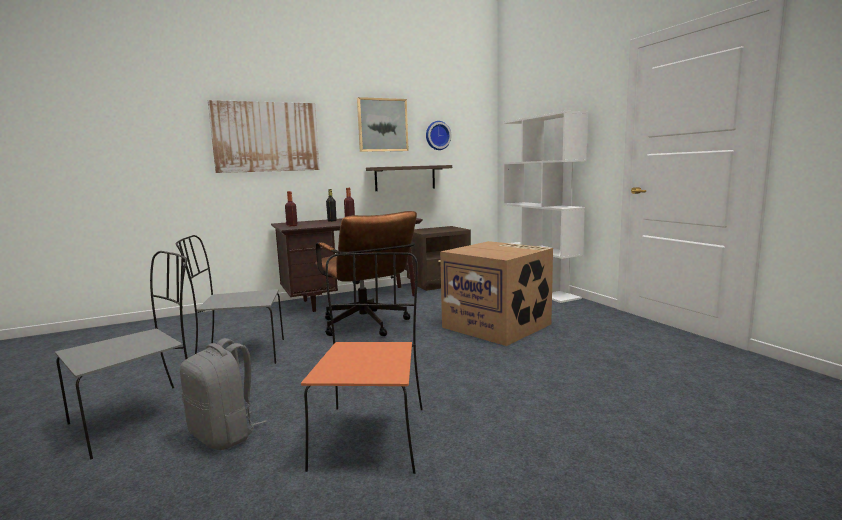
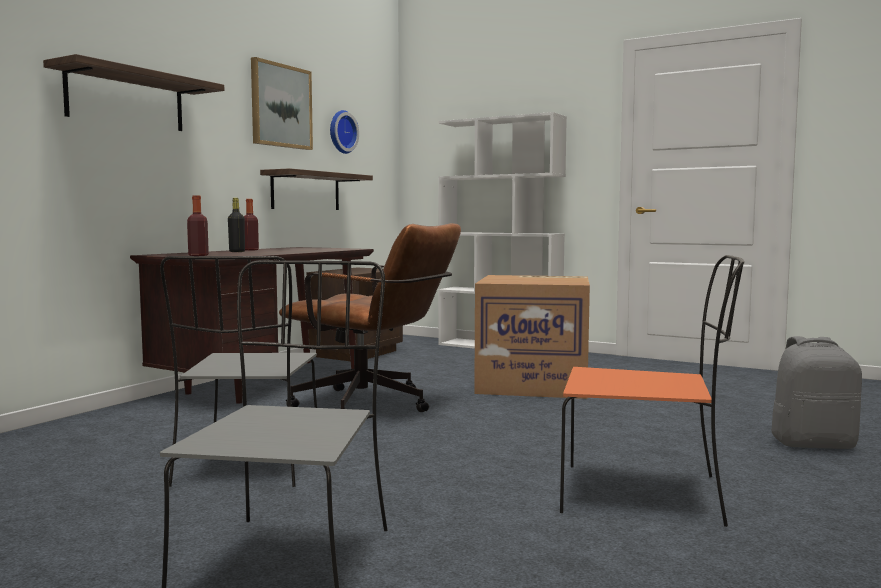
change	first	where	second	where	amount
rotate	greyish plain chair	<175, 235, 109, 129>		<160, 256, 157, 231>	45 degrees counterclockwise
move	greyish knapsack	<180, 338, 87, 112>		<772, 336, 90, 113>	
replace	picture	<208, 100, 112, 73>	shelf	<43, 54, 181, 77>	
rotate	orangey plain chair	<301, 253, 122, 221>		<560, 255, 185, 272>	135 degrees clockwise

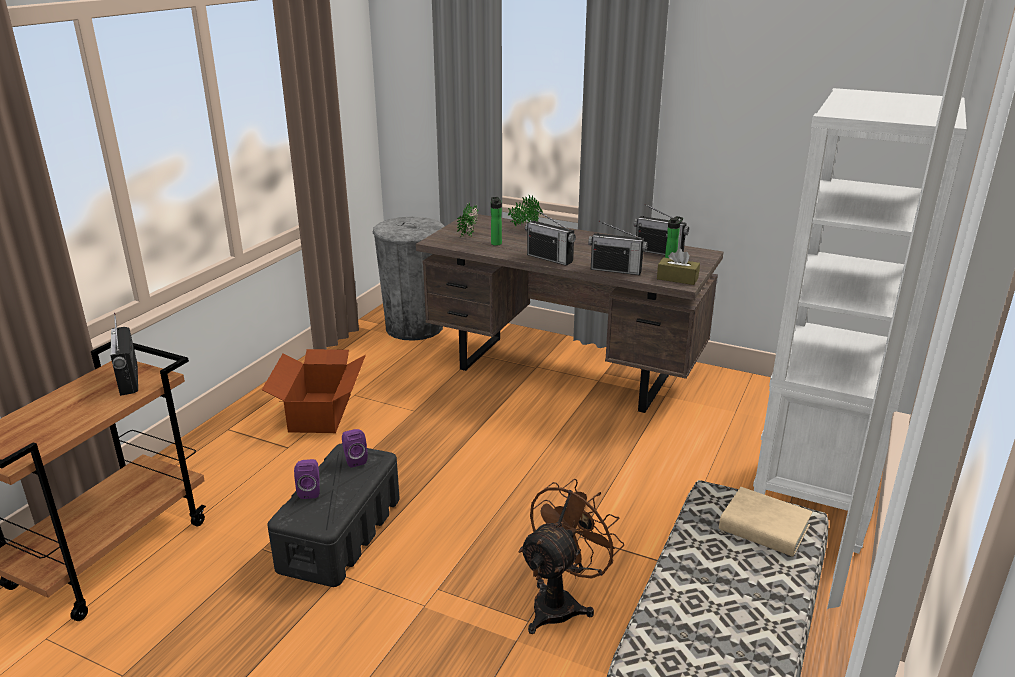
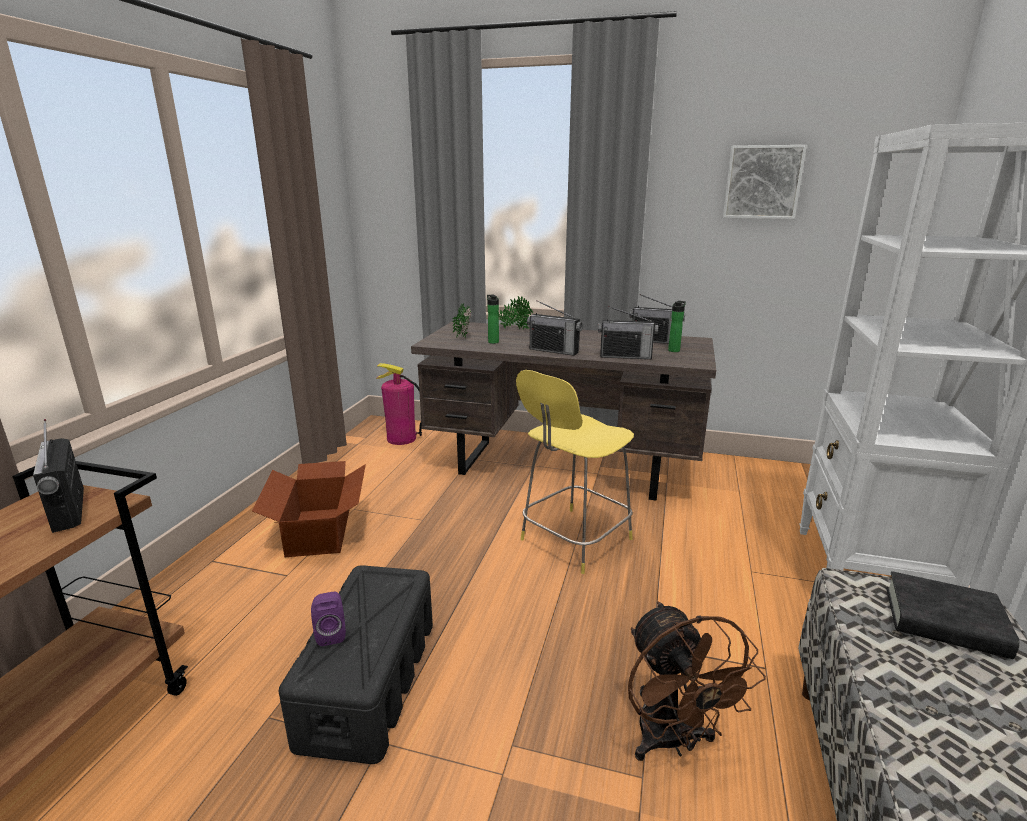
change	first	where	second	where	amount
delete	purplish speaker	<342, 429, 26, 39>			
replace	greyish waste bin	<373, 217, 72, 124>	fire extinguisher	<376, 363, 46, 82>	
rotate	brown fan	<519, 479, 105, 155>		<628, 601, 138, 160>	135 degrees clockwise
delete	brown tissue holder	<657, 249, 43, 36>			
recolor	sand-coloured volume	<719, 487, 94, 70>	black volume	<886, 571, 134, 88>	
insert			yellowish stool	<516, 370, 118, 204>	
insert			picture	<723, 145, 84, 74>	

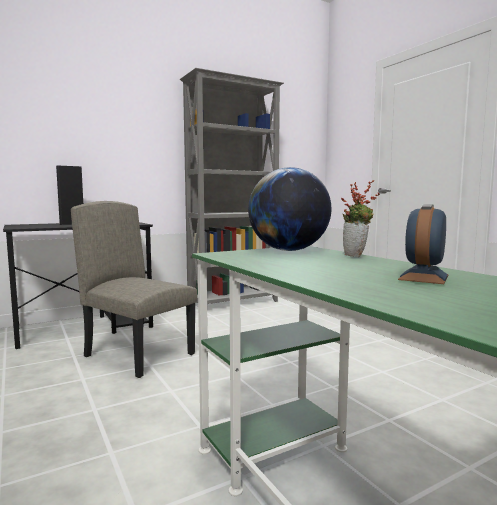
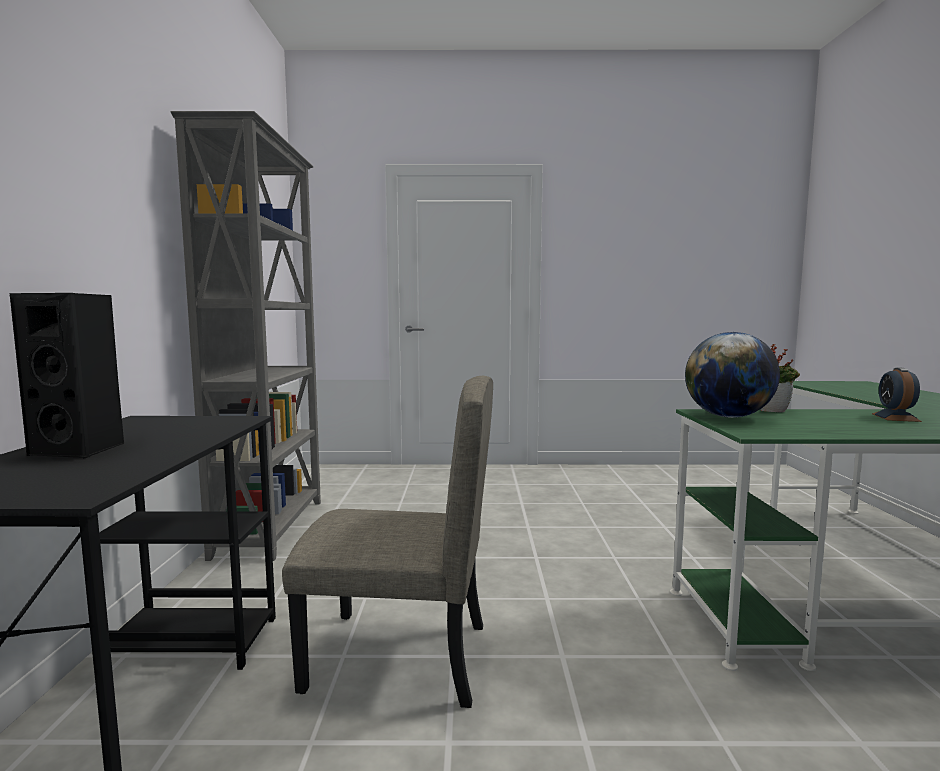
change	first	where	second	where	amount
rotate	sand-coloured plain chair	<71, 201, 126, 177>		<282, 376, 211, 332>	150 degrees counterclockwise
rotate	bedside clock	<398, 204, 50, 80>		<872, 368, 50, 54>	45 degrees clockwise

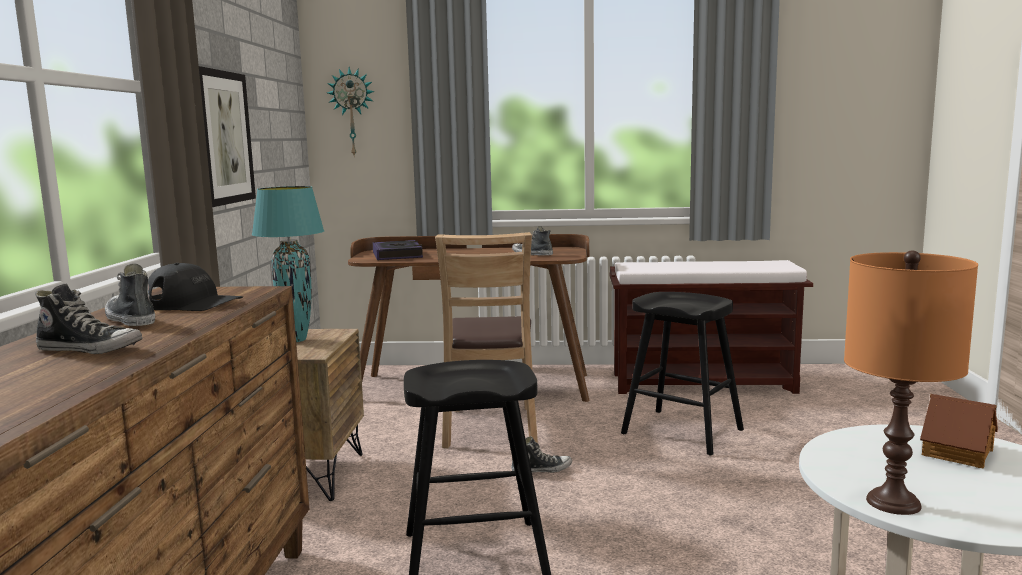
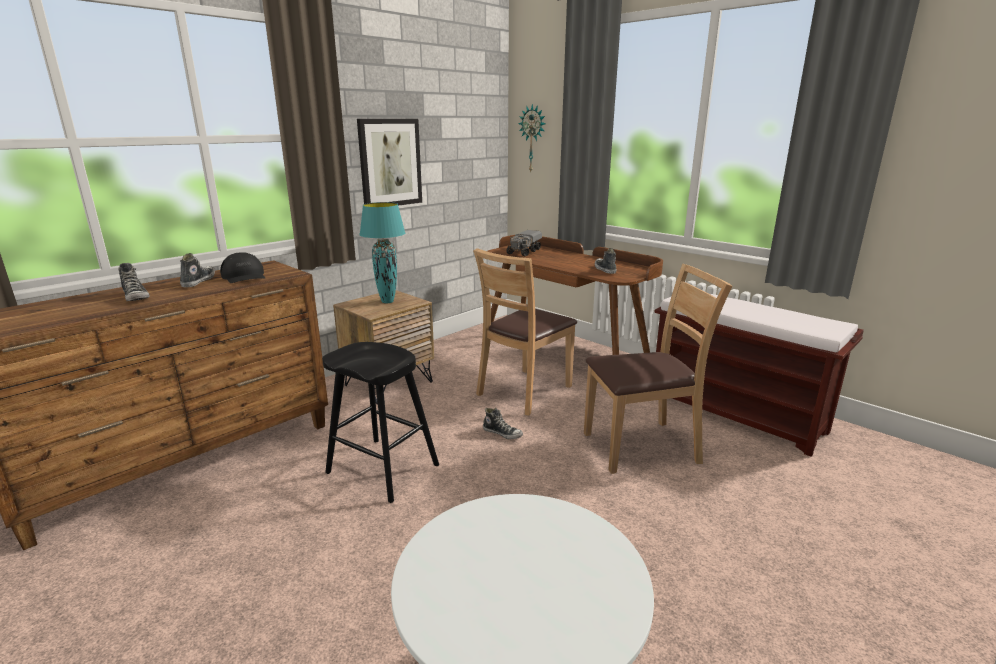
change	first	where	second	where	amount
replace	volume	<372, 240, 51, 20>	toy lorry	<506, 230, 36, 26>	
replace	black stool	<621, 292, 123, 164>	brown plain chair	<584, 264, 149, 210>	
delete	orangey table lamp	<844, 250, 134, 265>			
delete	toy house	<920, 394, 78, 74>			

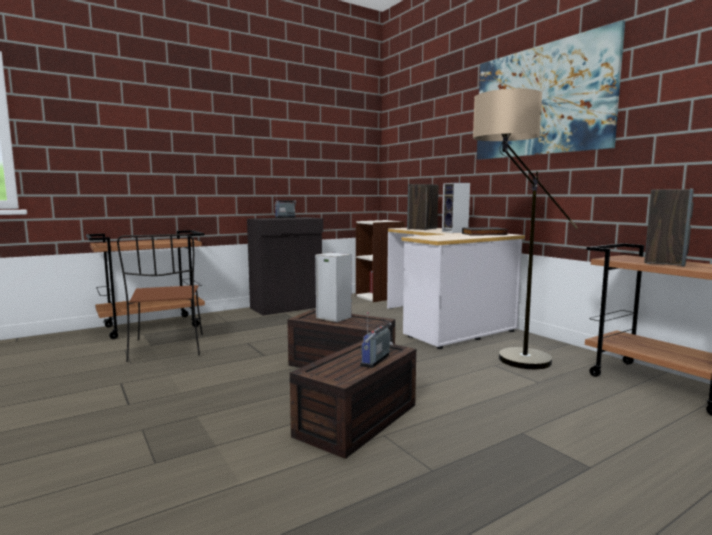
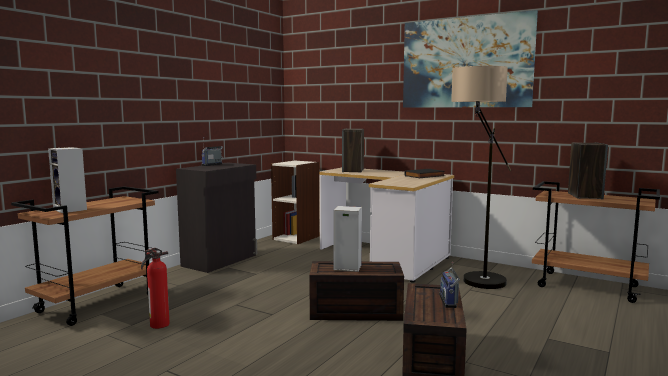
change	first	where	second	where	amount
replace	brown plain chair	<117, 234, 86, 128>	fire extinguisher	<141, 248, 29, 81>	
move	speaker	<442, 183, 28, 50>		<48, 147, 39, 66>	

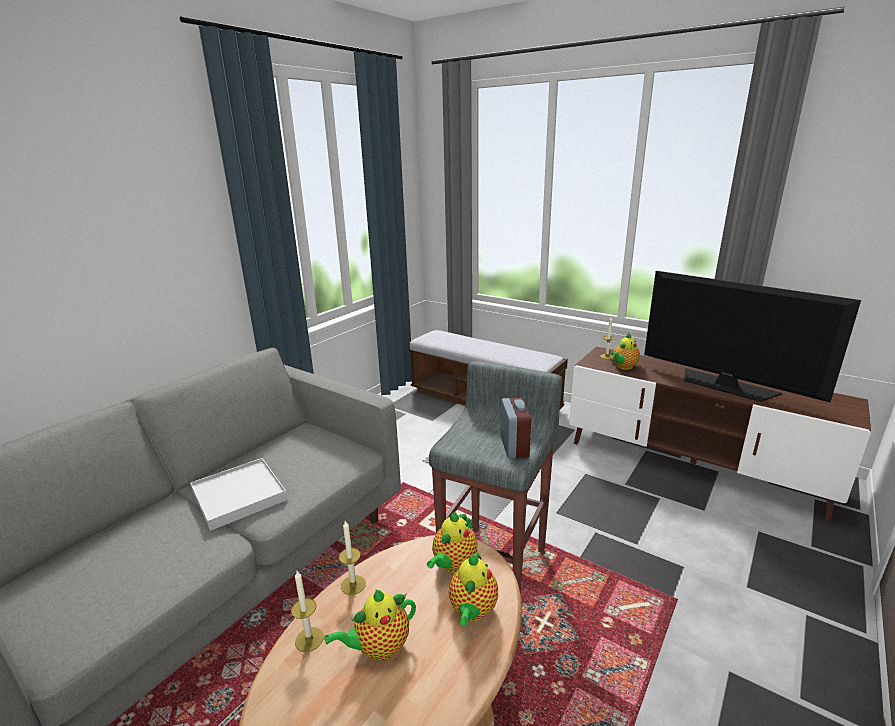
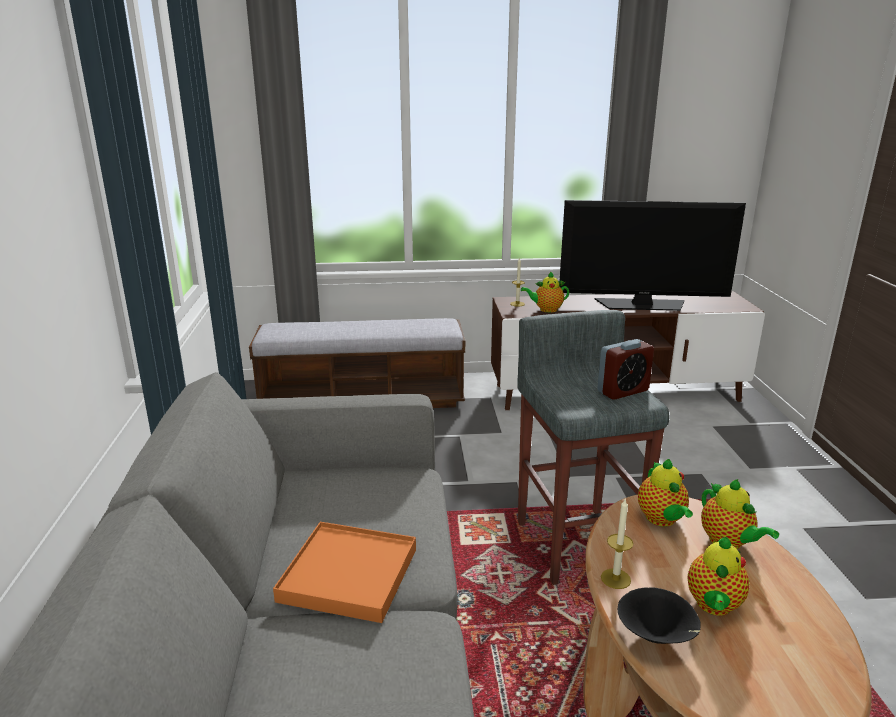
change	first	where	second	where	amount
recolor	whitish tray	<190, 458, 97, 73>	orangey tray	<273, 522, 143, 101>	
replace	wax light	<291, 571, 32, 81>	black deep dish	<618, 587, 83, 57>	
rotate	bedside clock	<500, 397, 31, 61>		<597, 339, 57, 61>	105 degrees clockwise
rotate	teapot	<611, 332, 29, 38>		<521, 271, 48, 41>	75 degrees clockwise

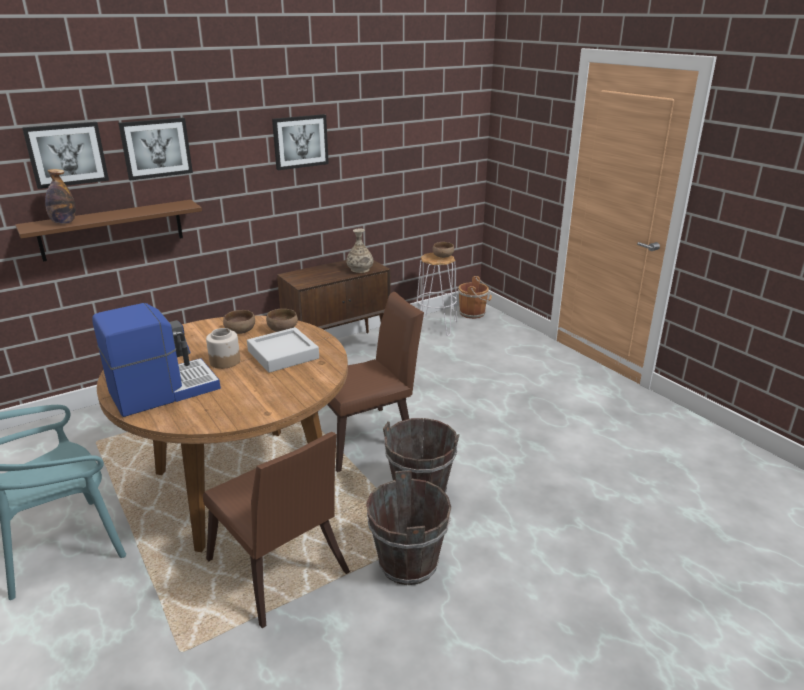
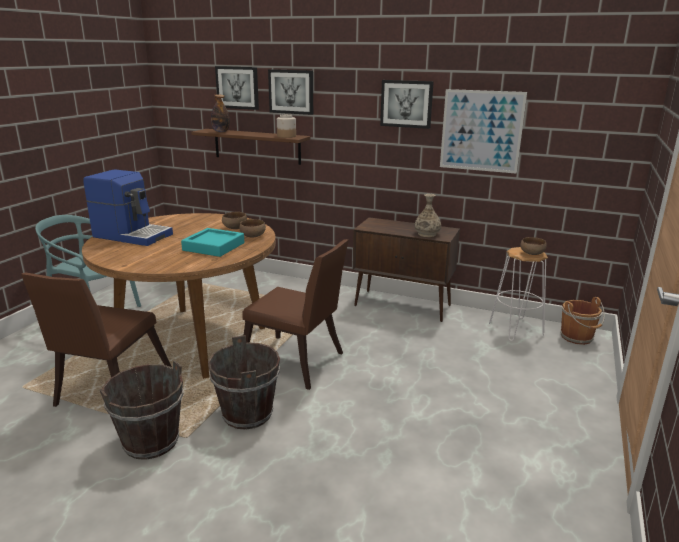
change	first	where	second	where	amount
move	jar	<206, 328, 34, 41>		<277, 114, 19, 24>	
recolor	greyish tray	<247, 327, 72, 46>	turquoise tray	<181, 228, 63, 29>	
insert			picture	<440, 89, 87, 85>	

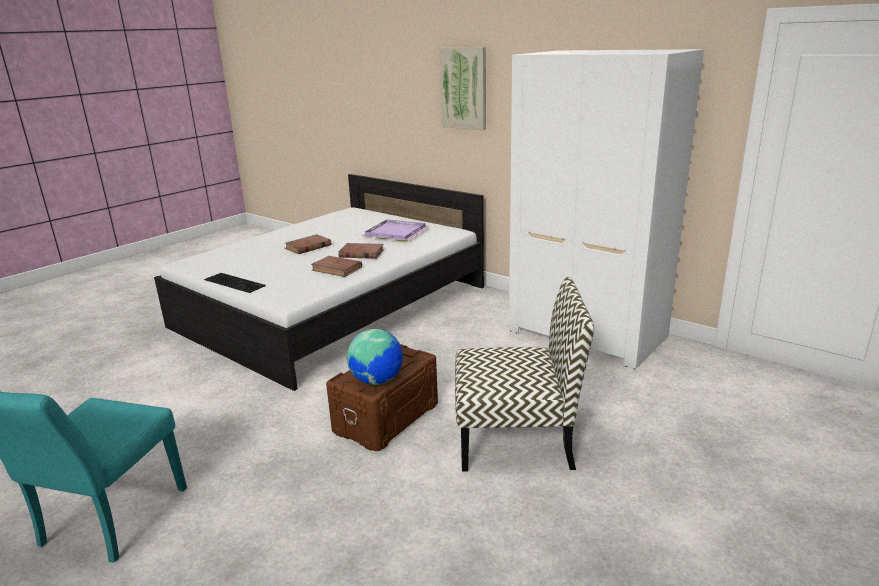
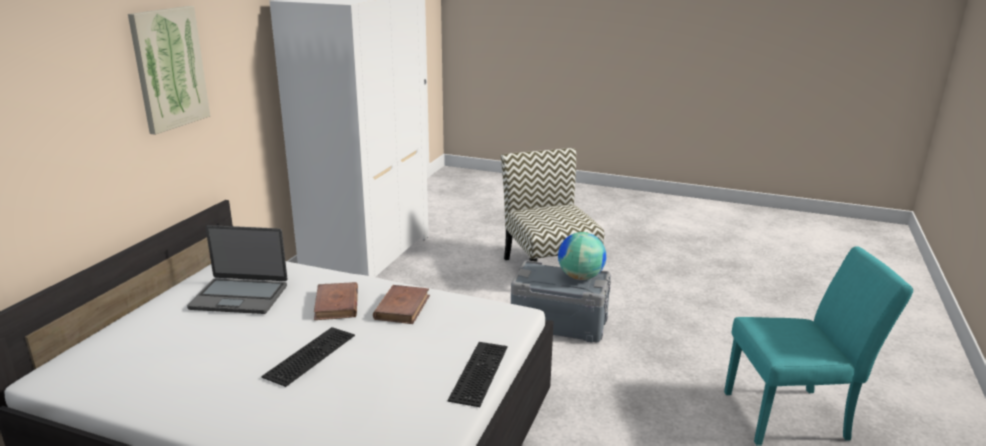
change	first	where	second	where	amount
replace	brown volume	<285, 234, 46, 20>	PC keyboard	<261, 327, 94, 60>	
recolor	brown storage container	<326, 344, 112, 107>	greyish storage container	<511, 260, 100, 83>	
replace	purplish tray	<361, 220, 68, 22>	laptop	<187, 225, 100, 89>	

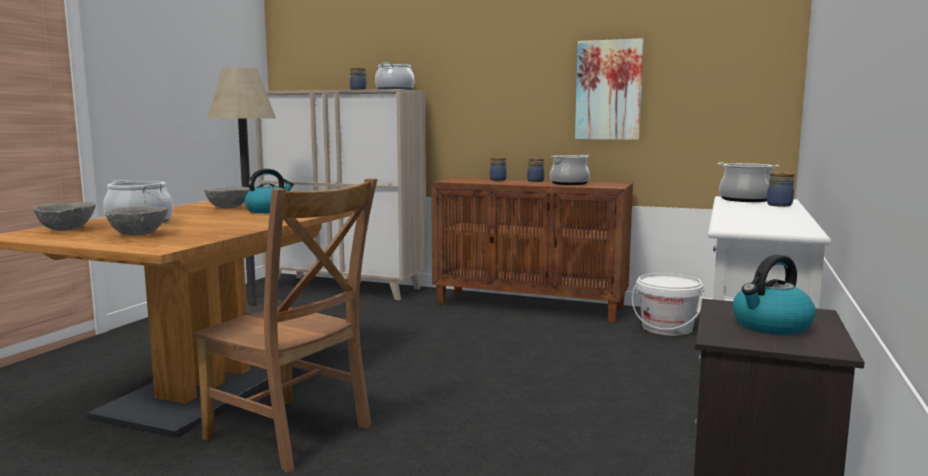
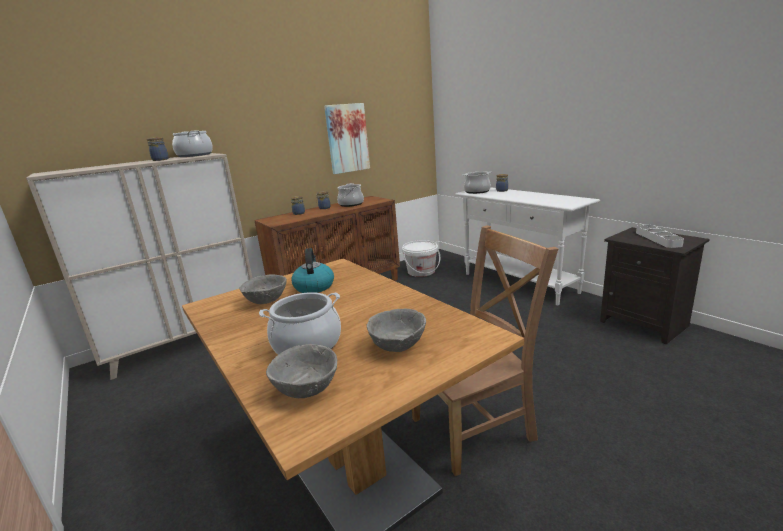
change	first	where	second	where	amount
delete	standard lamp	<208, 68, 74, 247>			
replace	kettle	<733, 254, 83, 81>	greyish tray	<636, 225, 48, 23>	

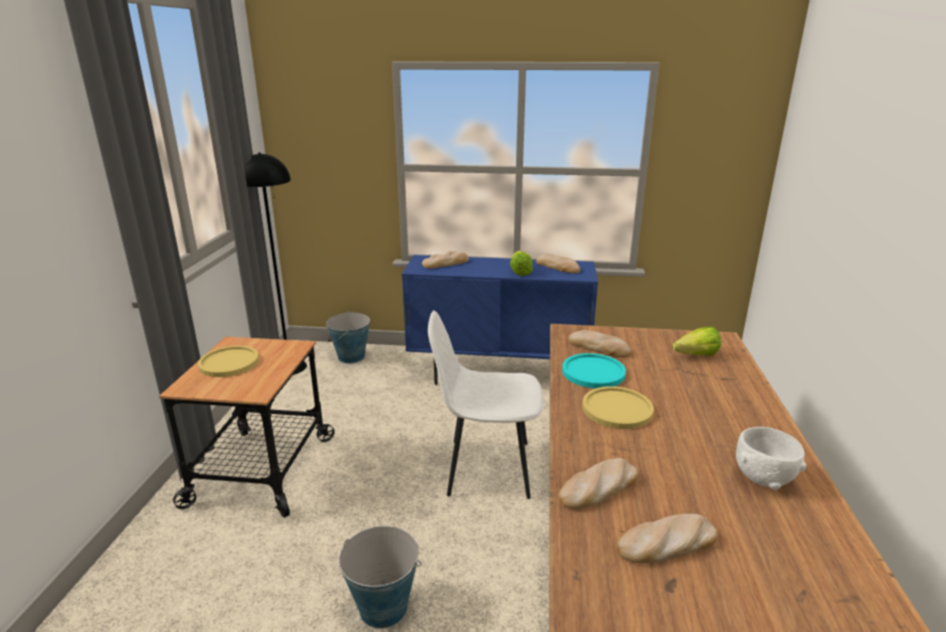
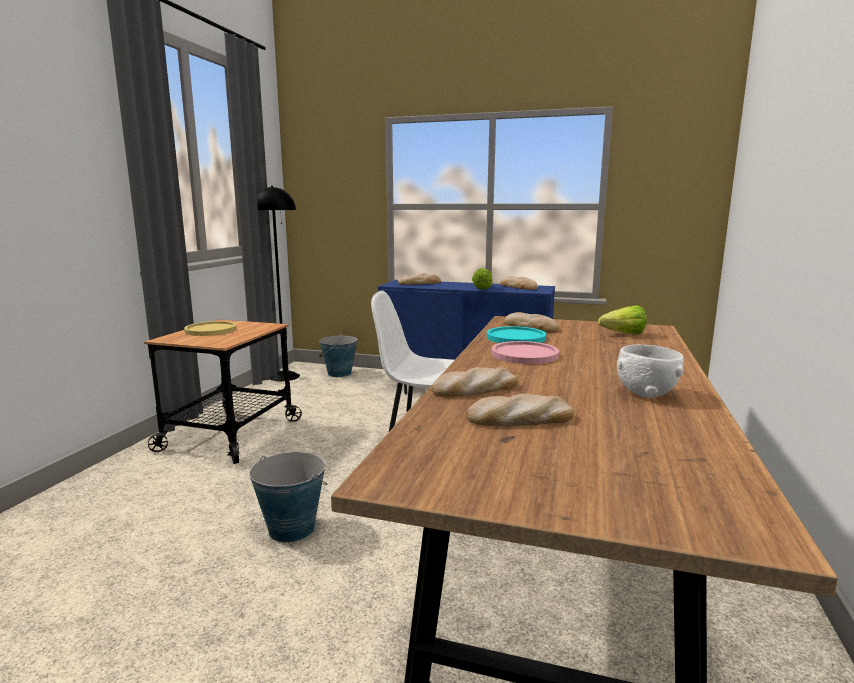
change	first	where	second	where	amount
recolor	yellowish flat dish	<582, 386, 72, 43>	pinkish flat dish	<492, 341, 67, 23>	

